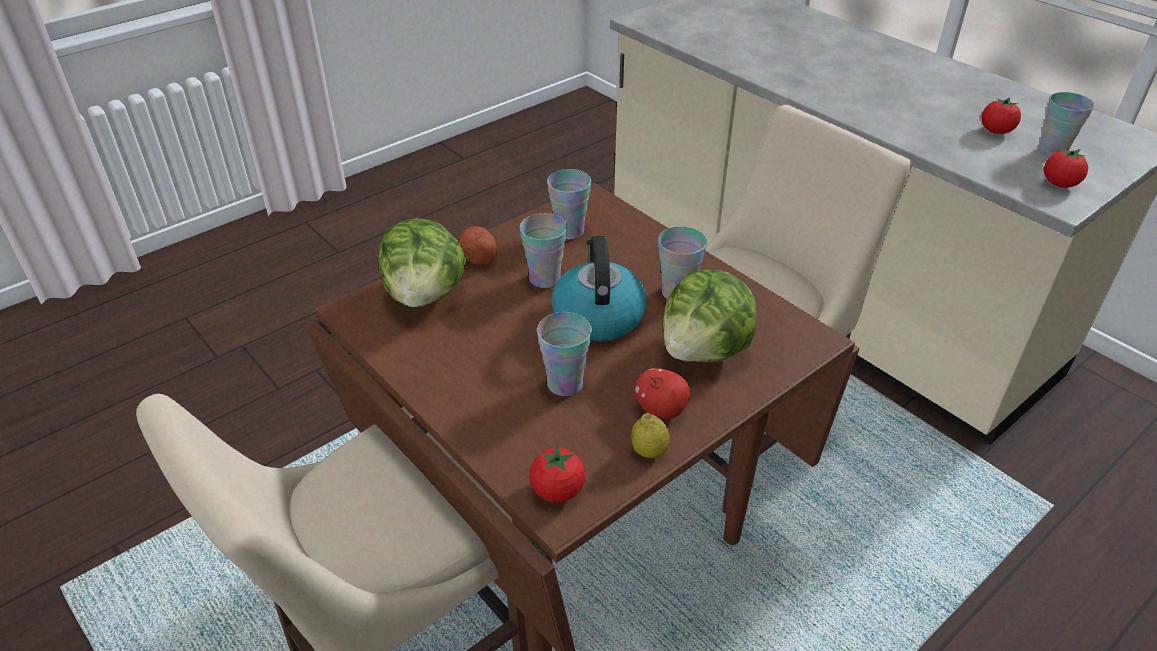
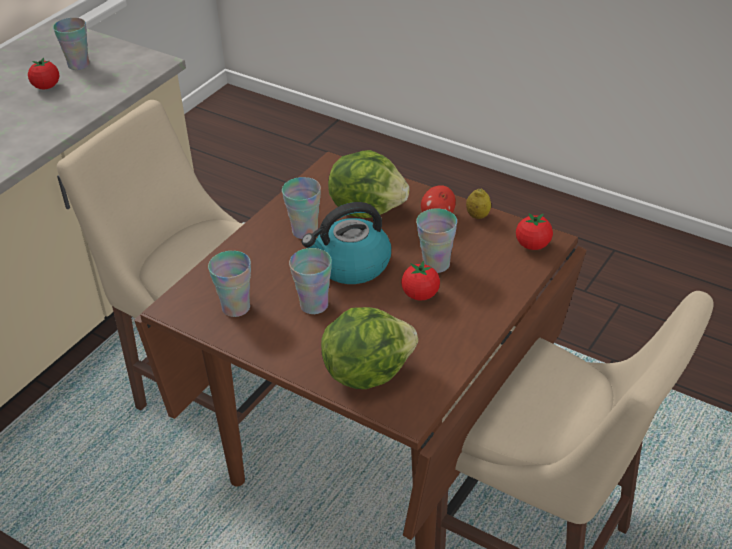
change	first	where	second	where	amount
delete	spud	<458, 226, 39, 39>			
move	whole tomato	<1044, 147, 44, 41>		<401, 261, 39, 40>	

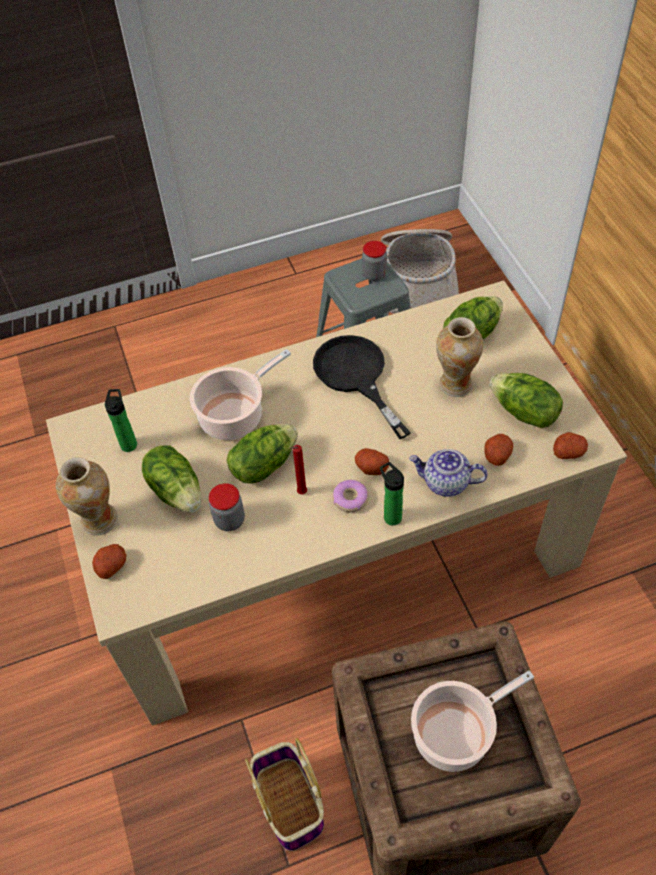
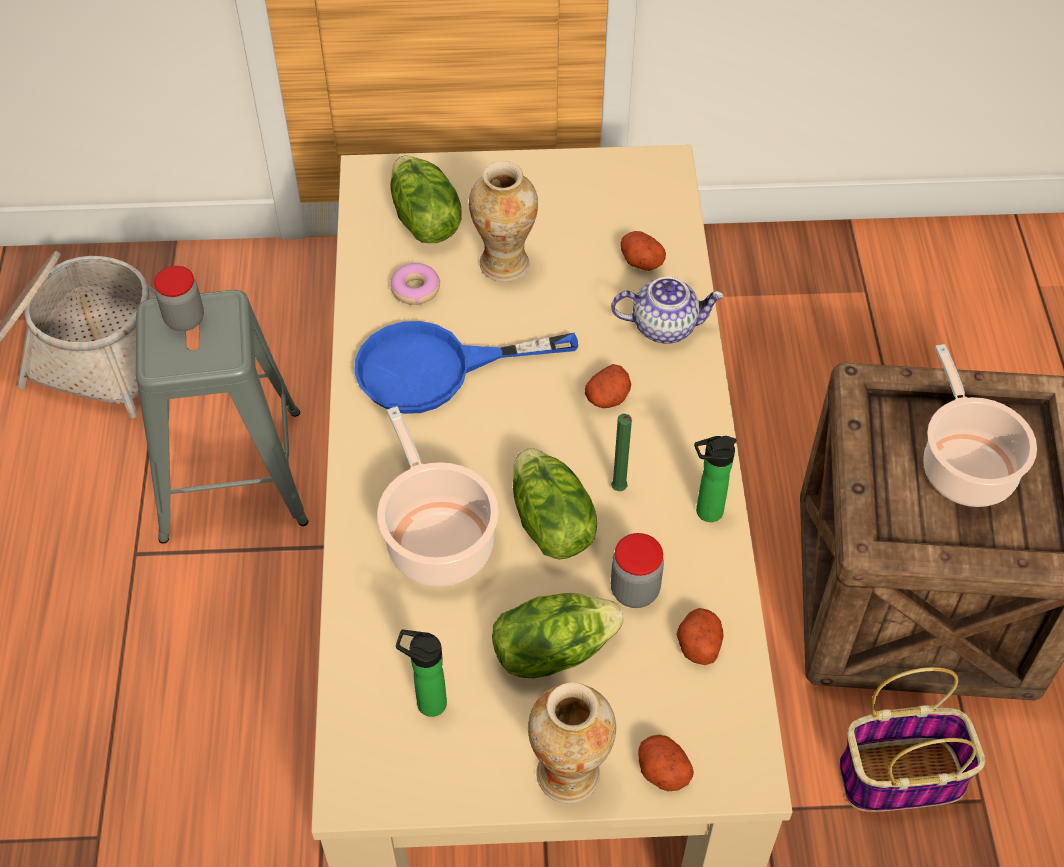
change	first	where	second	where	amount
recolor	red-coloured wax light	<289, 445, 18, 50>	green-coloured wax light	<611, 414, 21, 77>	
recolor	black frying pan	<313, 335, 98, 104>	bluish frying pan	<354, 321, 224, 93>	
move	doughnut	<332, 480, 37, 32>		<390, 263, 51, 42>	
move	beverage bottle	<380, 462, 24, 64>		<694, 436, 42, 86>	
rotate	teapot	<409, 449, 78, 48>		<611, 277, 113, 67>	120 degrees counterclockwise
delete	lettuce head	<489, 373, 74, 55>			
move	spud	<553, 432, 35, 27>		<677, 608, 47, 57>	

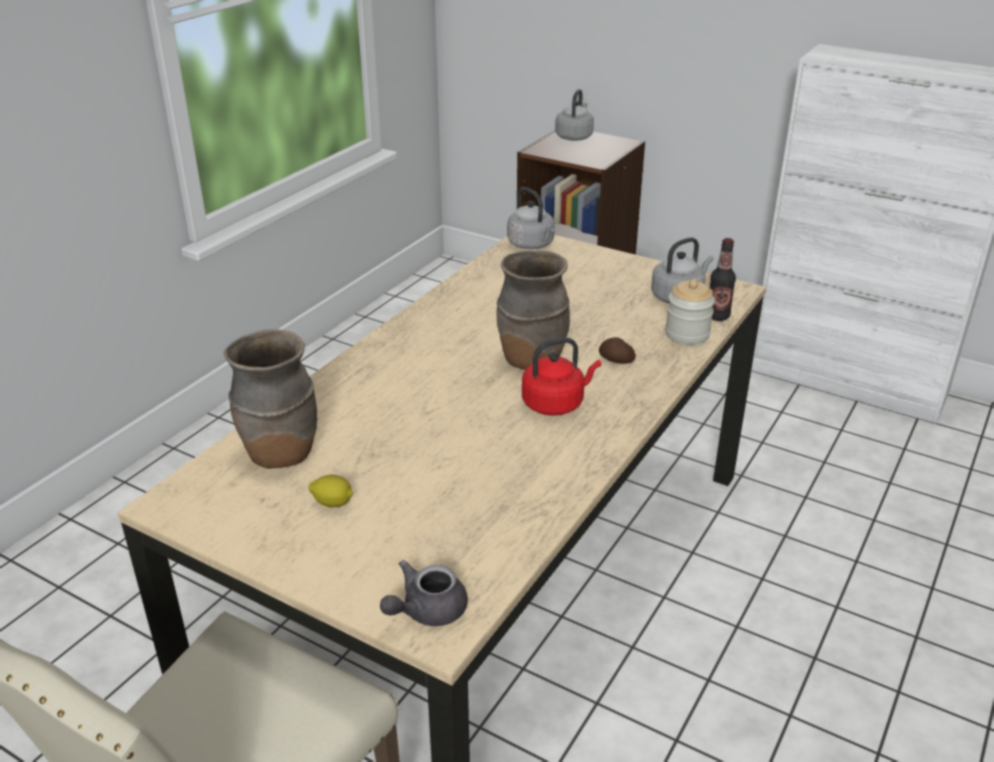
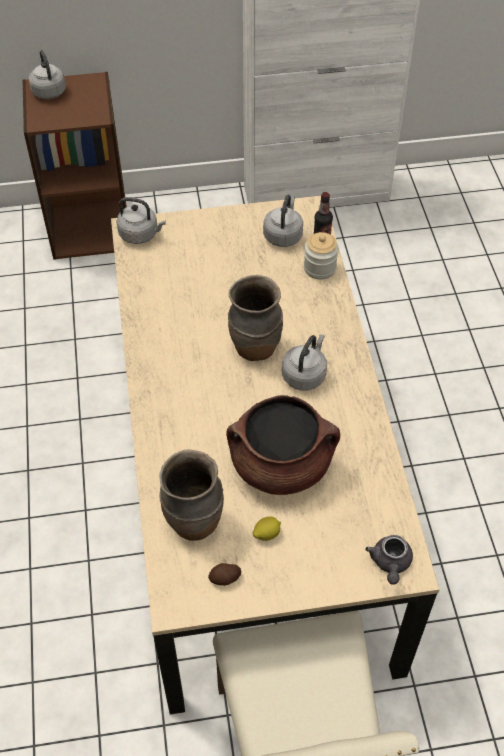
change	first	where	second	where	amount
recolor	red-coloured kettle	<522, 338, 79, 78>	greyish kettle	<282, 334, 45, 57>	
move	spud	<599, 337, 37, 27>		<208, 563, 33, 23>	
insert			brown saucepot	<226, 395, 114, 100>	

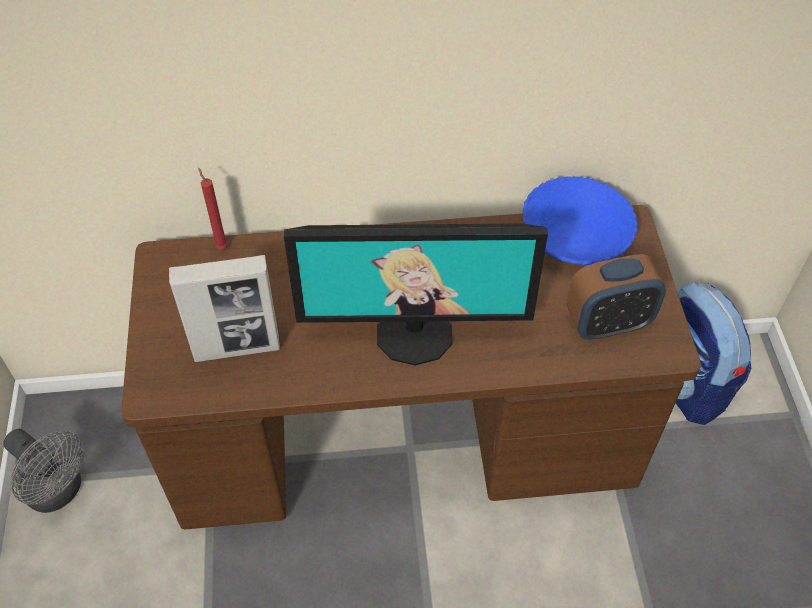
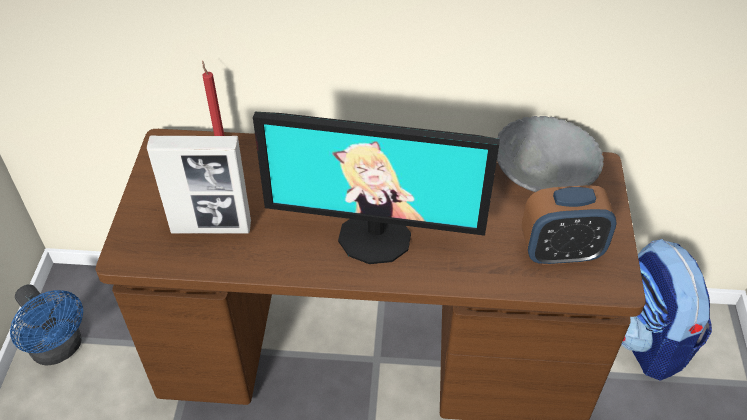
change	first	where	second	where	amount
recolor	greyish fan	<3, 429, 81, 84>	bluish fan	<10, 284, 73, 81>	
recolor	bluish deep dish	<523, 176, 115, 89>	greyish deep dish	<497, 116, 107, 76>	

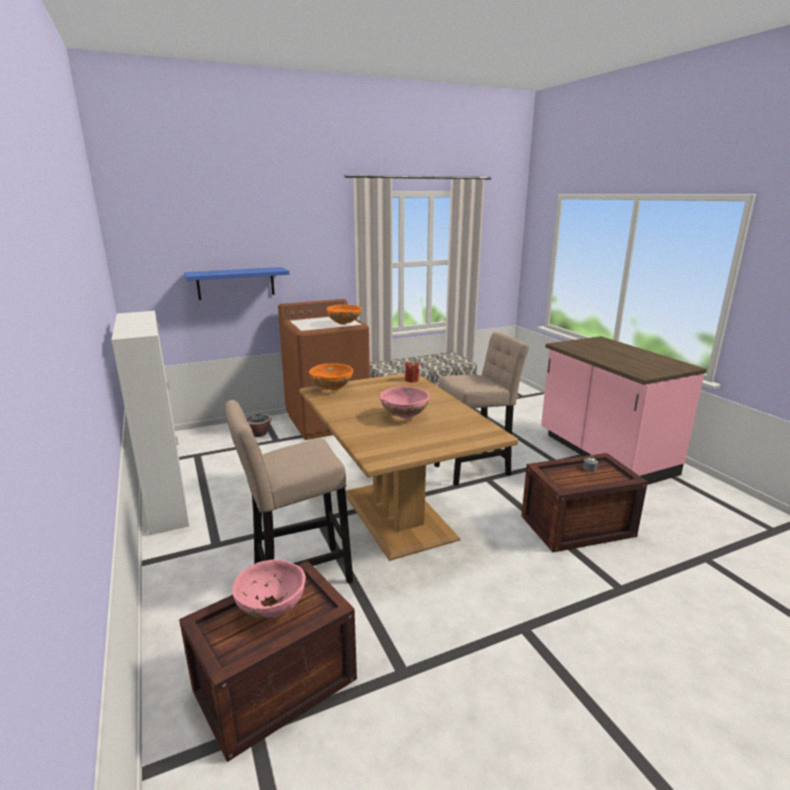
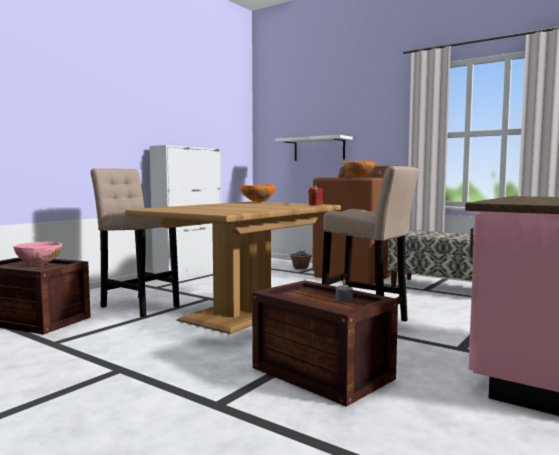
change	first	where	second	where	amount
recolor	bluish shelf	<184, 267, 106, 33>	whitish shelf	<275, 135, 78, 26>	
delete	pinkish deep dish	<380, 386, 50, 32>			

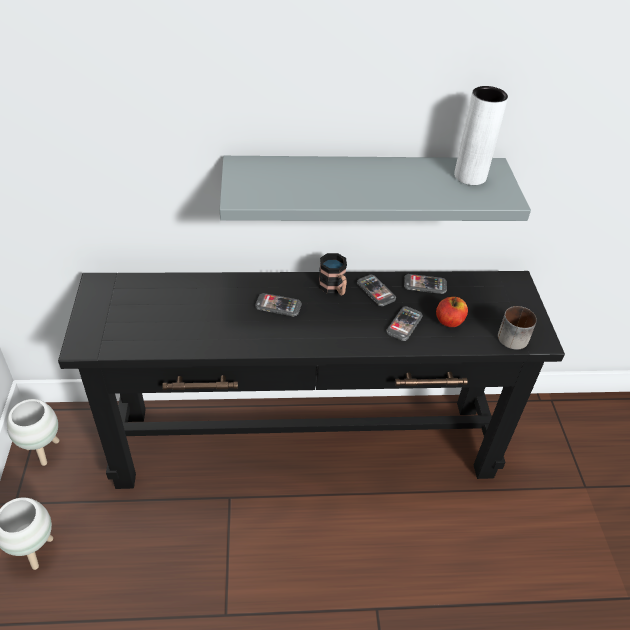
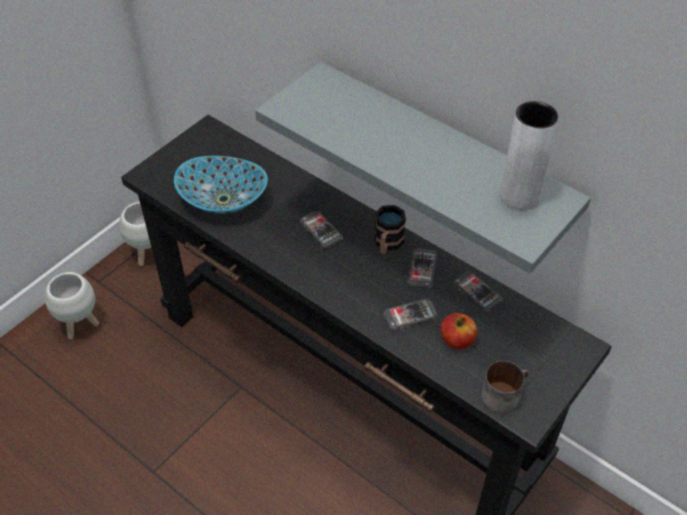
change	first	where	second	where	amount
insert			deep dish	<174, 156, 94, 58>	

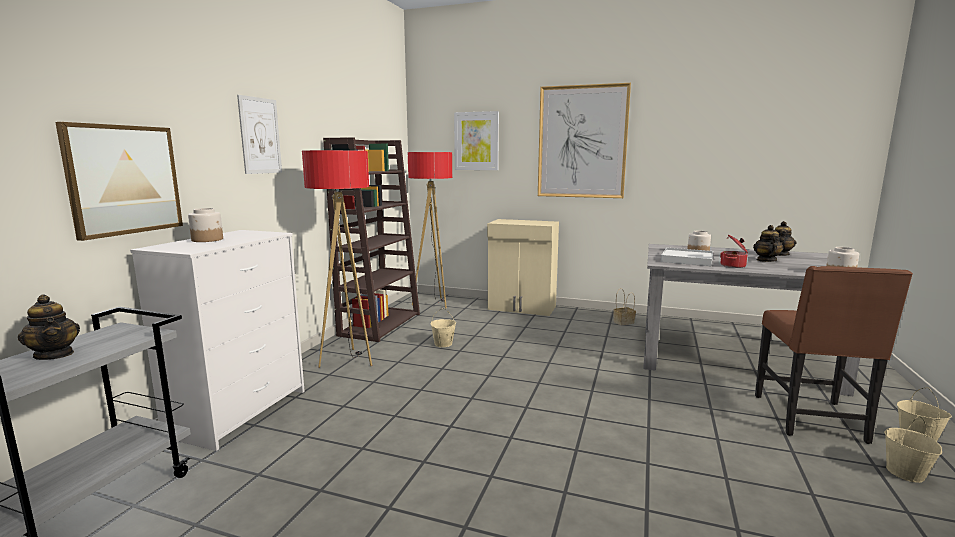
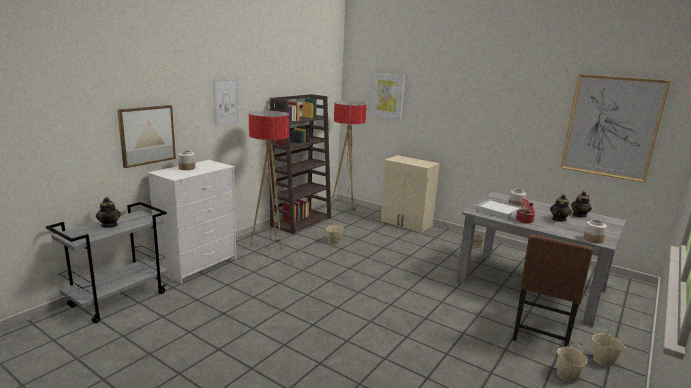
change	first	where	second	where	amount
move	picture	<538, 83, 93, 115>		<561, 74, 110, 109>	

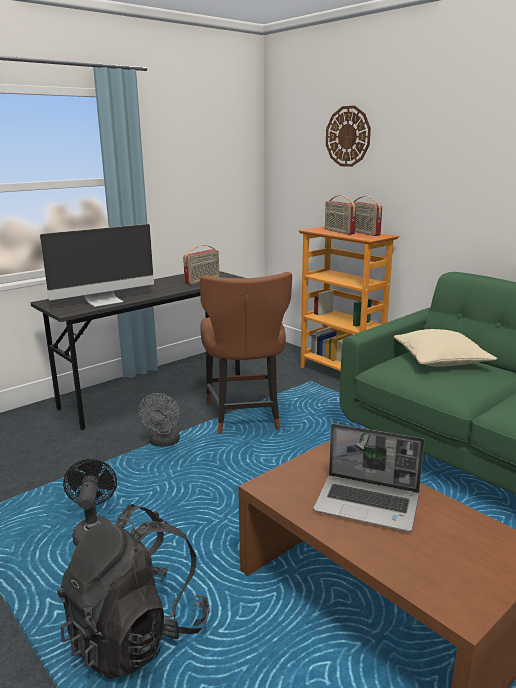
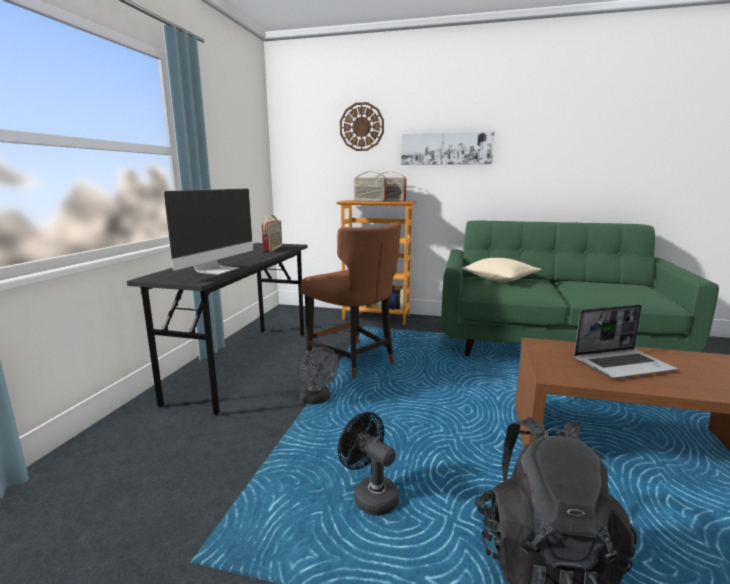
change	first	where	second	where	amount
insert			picture	<401, 132, 93, 33>	

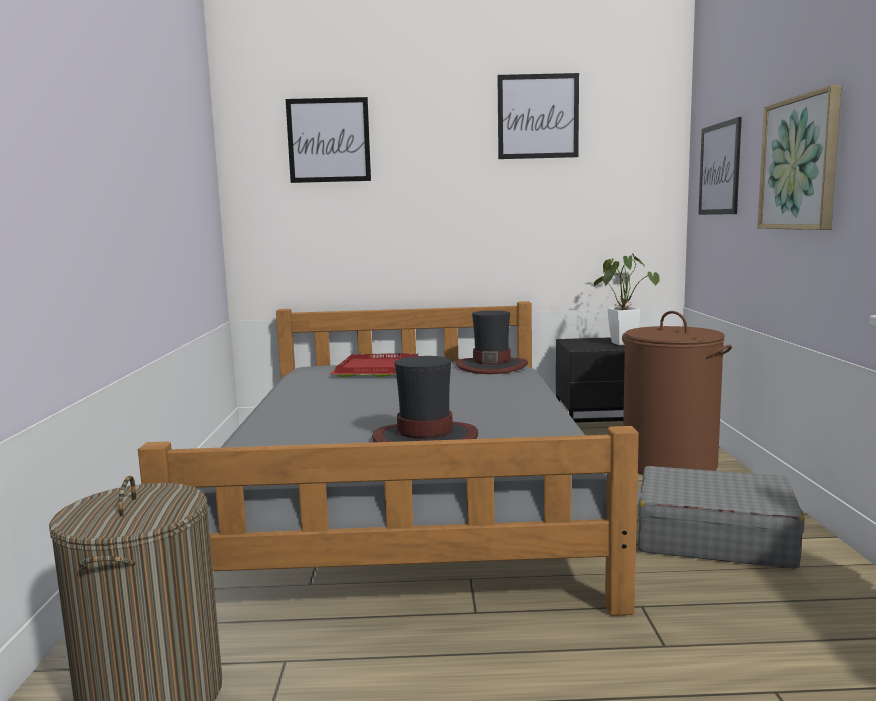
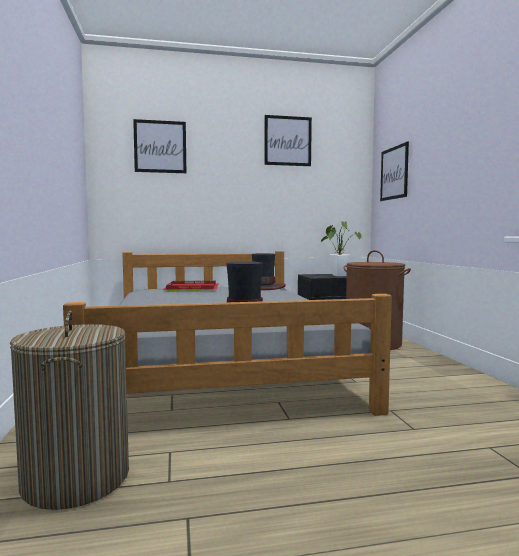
change	first	where	second	where	amount
delete	greyish travel case	<638, 466, 166, 103>			
delete	picture	<757, 85, 85, 145>			

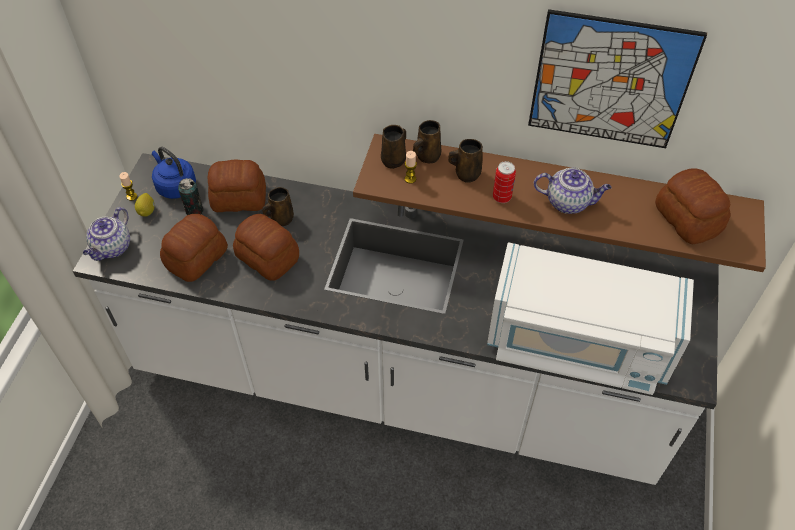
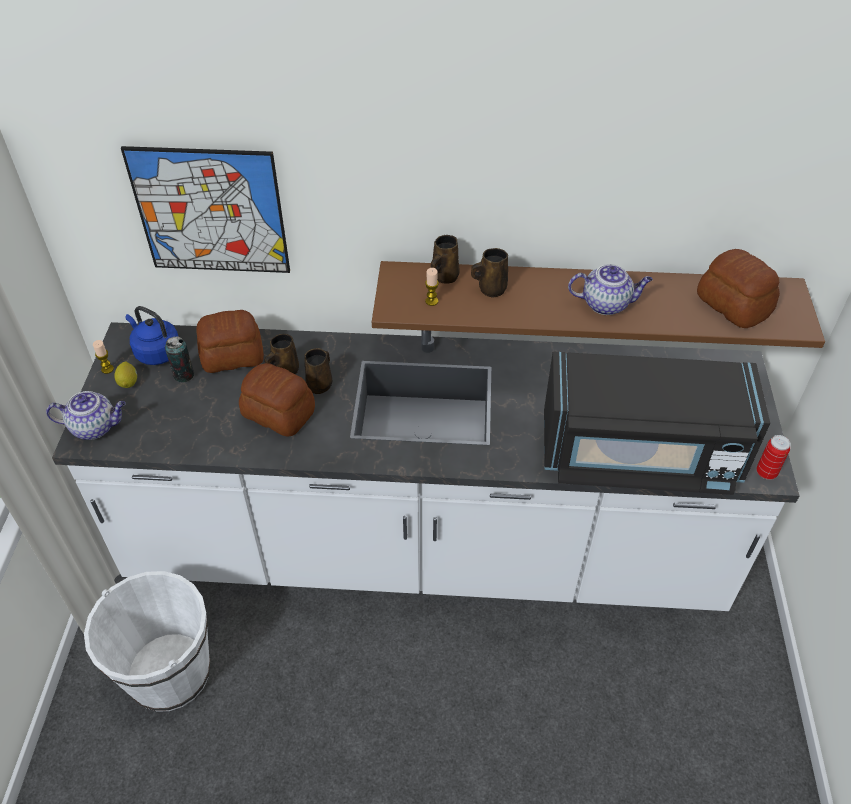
change	first	where	second	where	amount
rotate	teapot	<83, 207, 47, 54>		<46, 391, 80, 49>	105 degrees counterclockwise
delete	baked bread	<160, 214, 68, 68>			
move	brown mug	<381, 125, 25, 44>		<305, 348, 27, 46>	
recolor	whitish microwave	<487, 242, 207, 153>	black microwave	<544, 352, 226, 143>	
move	can	<493, 161, 23, 42>		<756, 435, 34, 45>	
move	picture	<528, 9, 179, 139>		<121, 146, 169, 127>	
insert			whitish pail	<84, 571, 127, 141>	

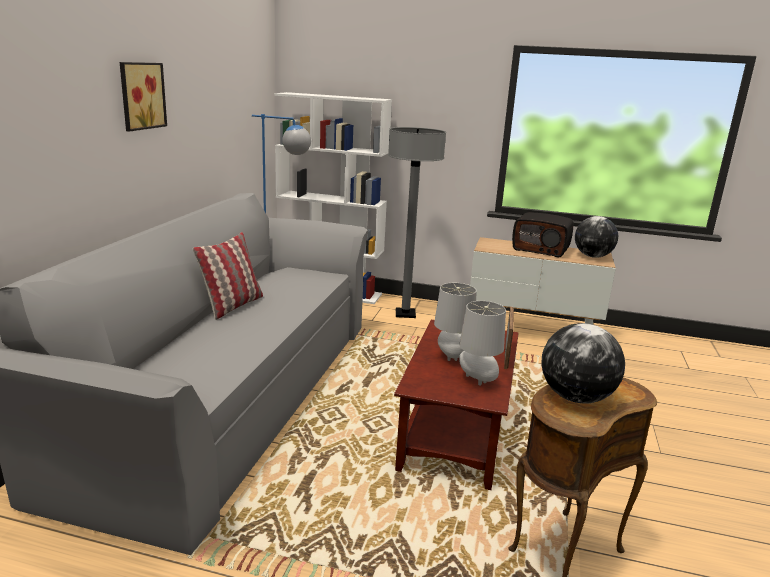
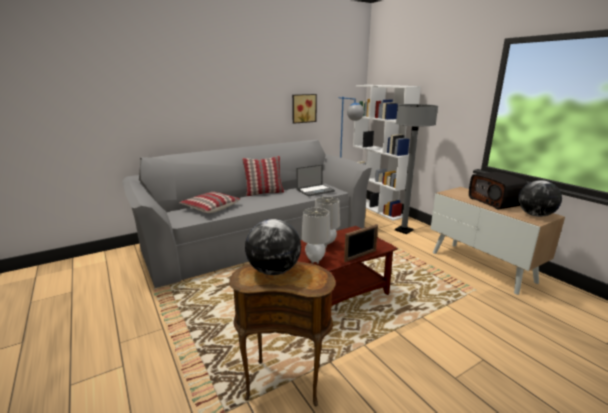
change	first	where	second	where	amount
move	picture	<120, 62, 47, 70>		<292, 94, 25, 30>	
insert			pillow	<179, 192, 61, 21>	
insert			laptop	<296, 164, 39, 32>	

